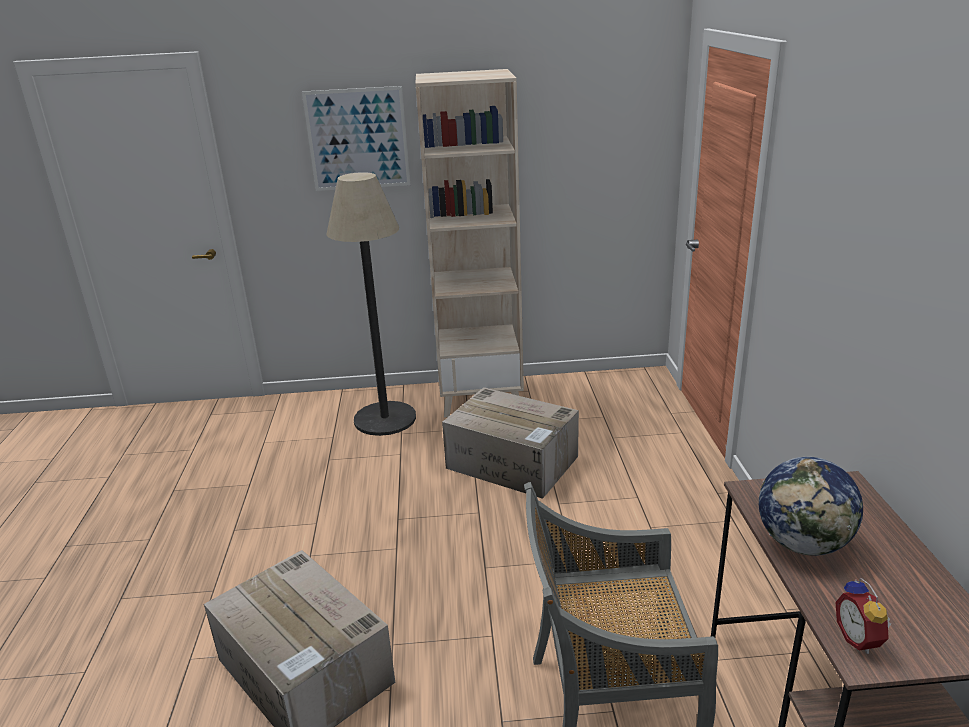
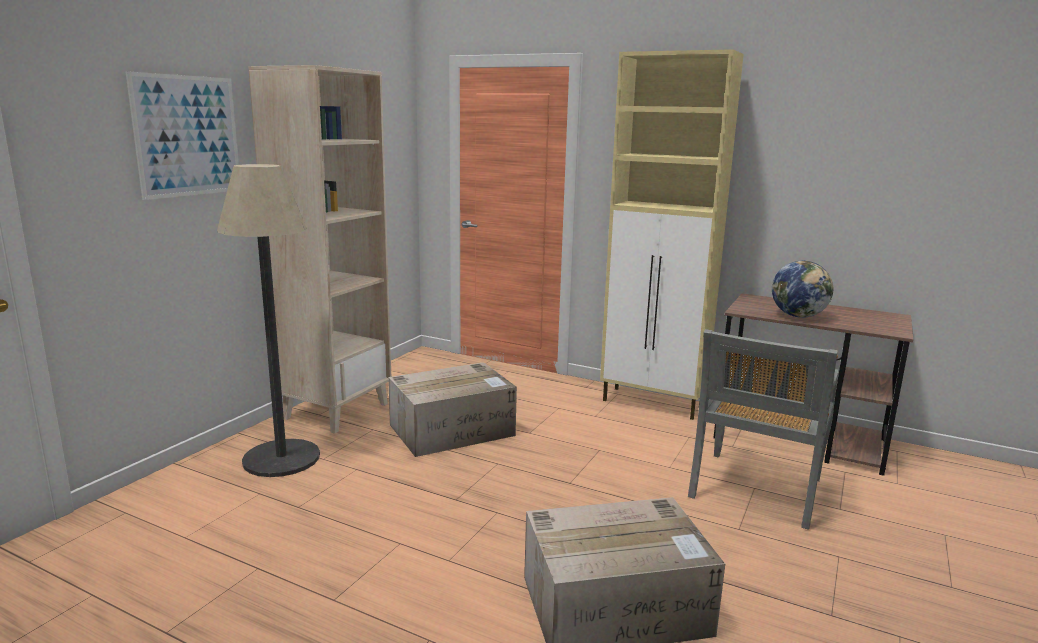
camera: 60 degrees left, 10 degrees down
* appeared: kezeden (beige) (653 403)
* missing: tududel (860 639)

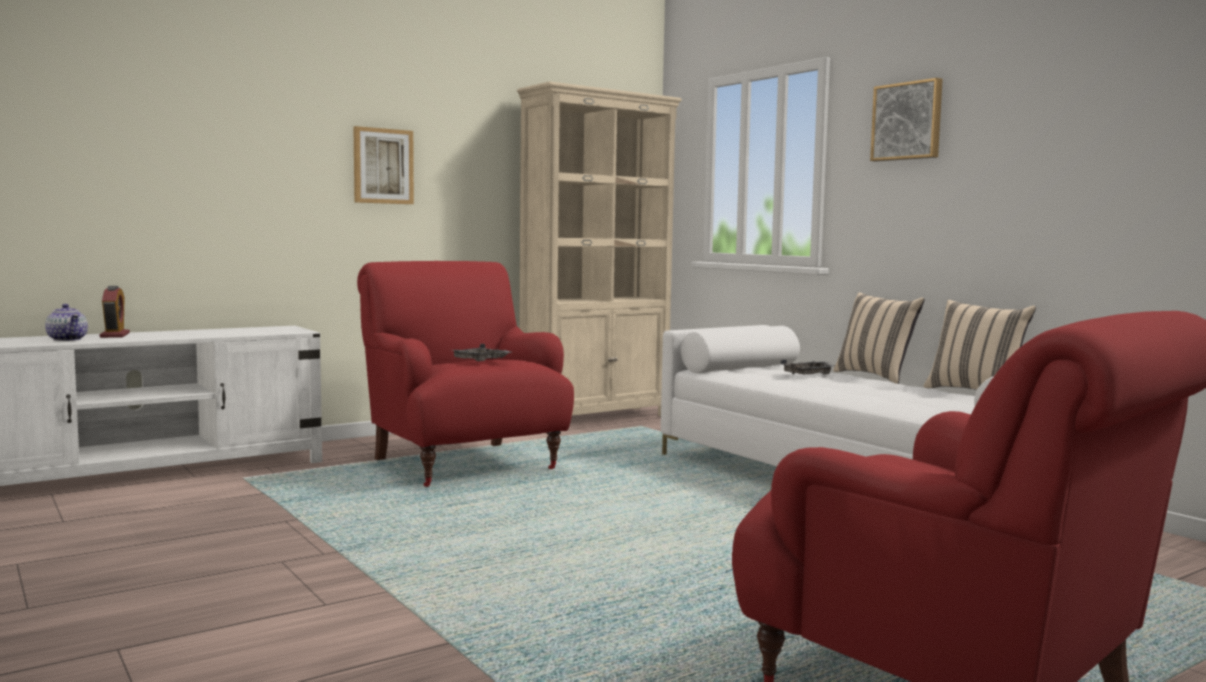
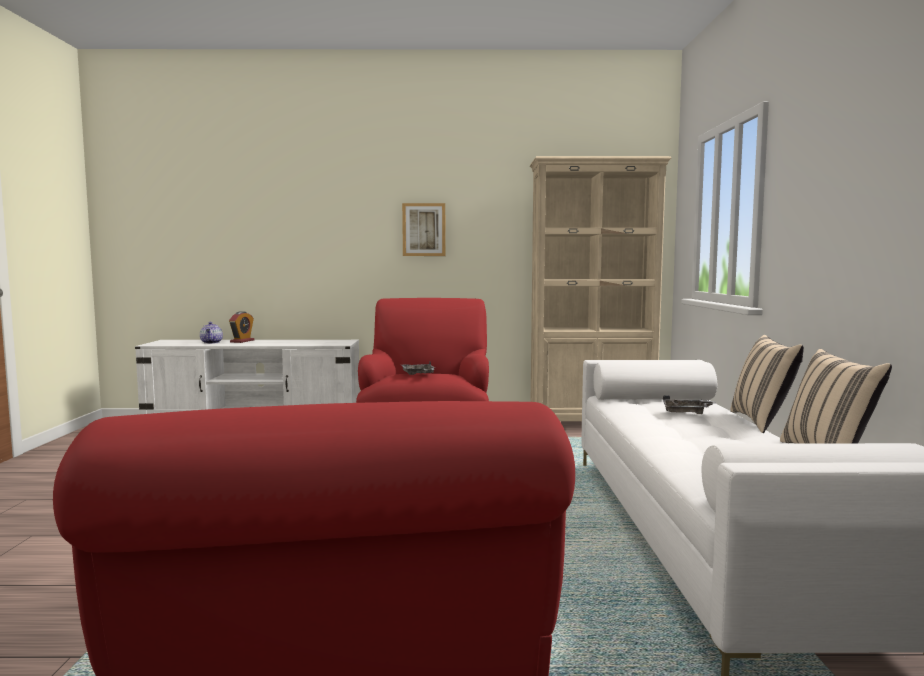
camera: 35 degrees right, 0 degrees up
* missing: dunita (908 121)

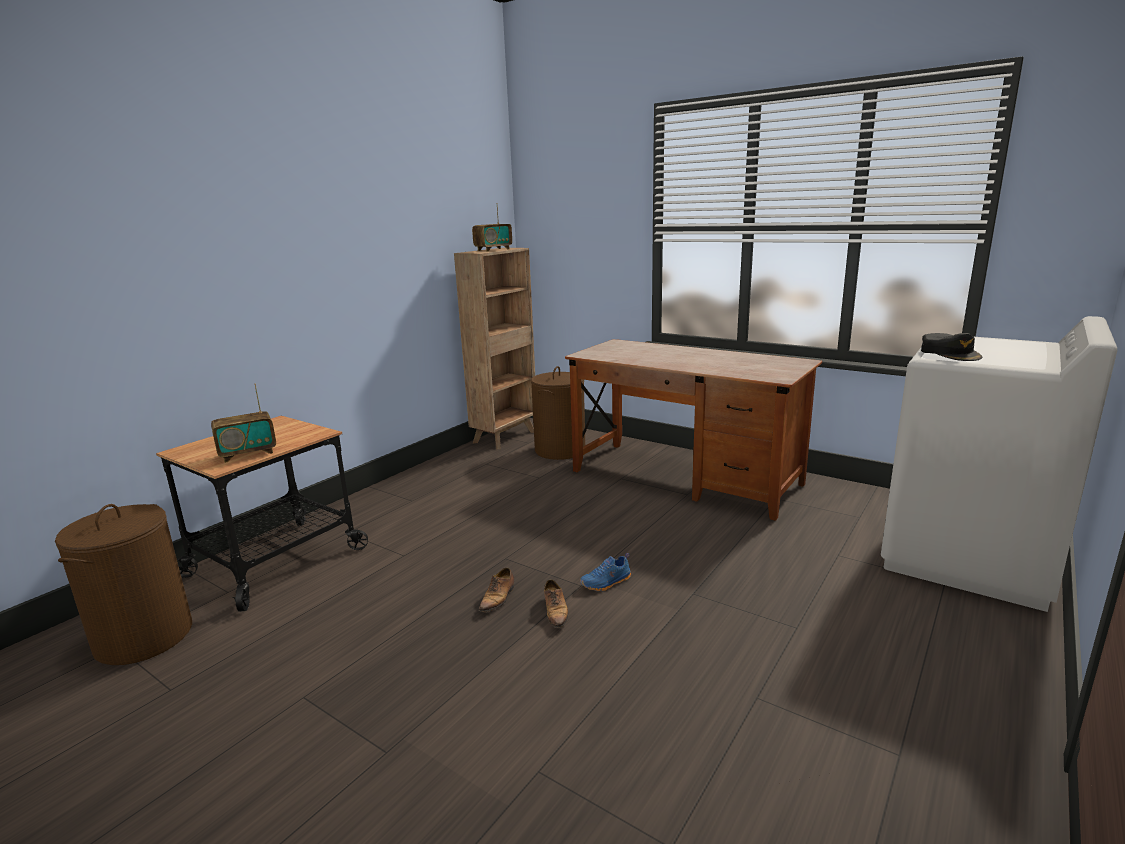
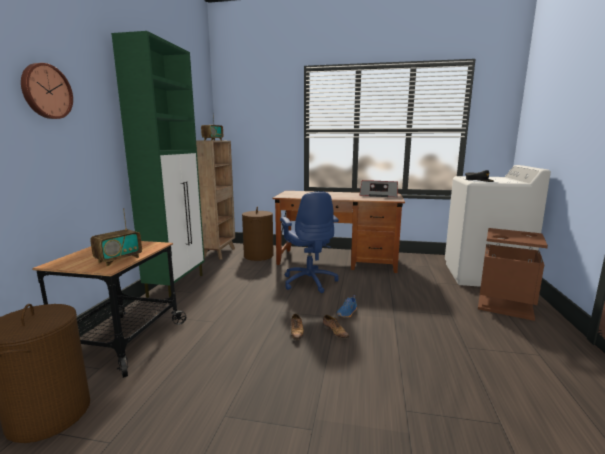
camera: 25 degrees left, 5 degrees down
* appeared: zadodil (46 91)
* appeared: kezeden (green) (177 285)
* appeared: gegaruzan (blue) (309 281)
* appeared: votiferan (379 195)
* appeared: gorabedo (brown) (505 304)

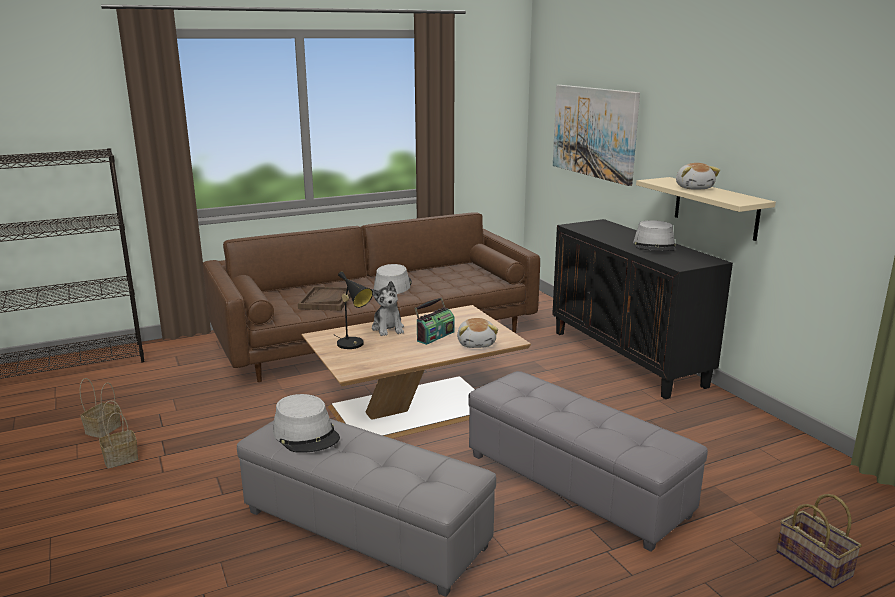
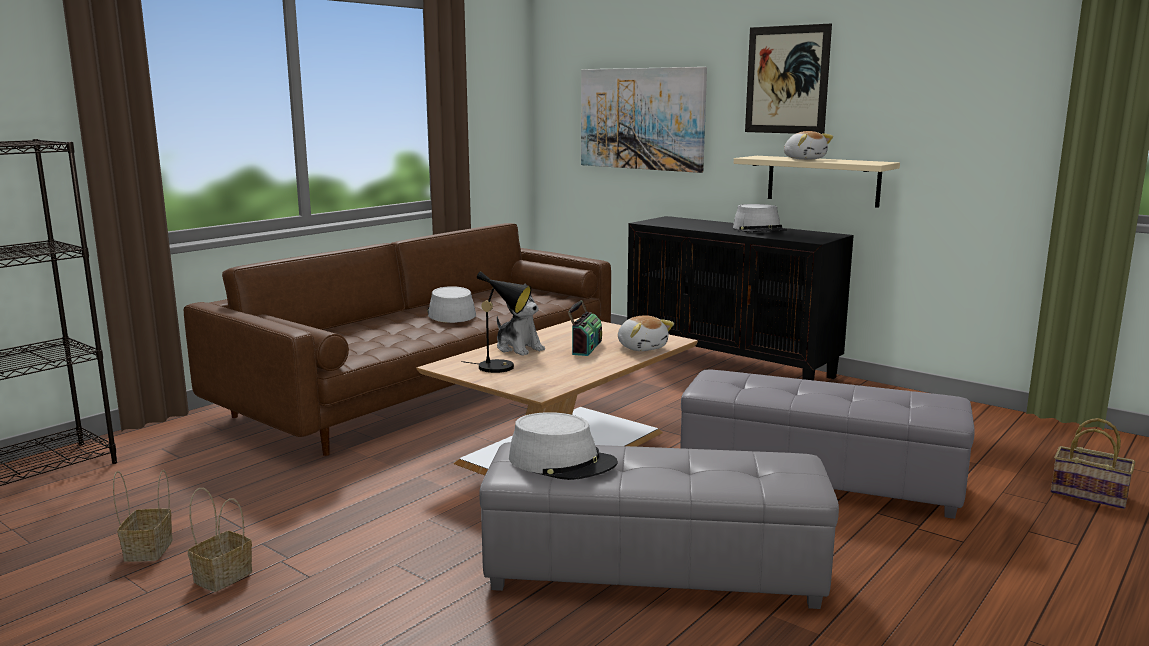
camera: 25 degrees left, 5 degrees down
* appeared: dunita (787 80)
* missing: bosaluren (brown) (326 300)

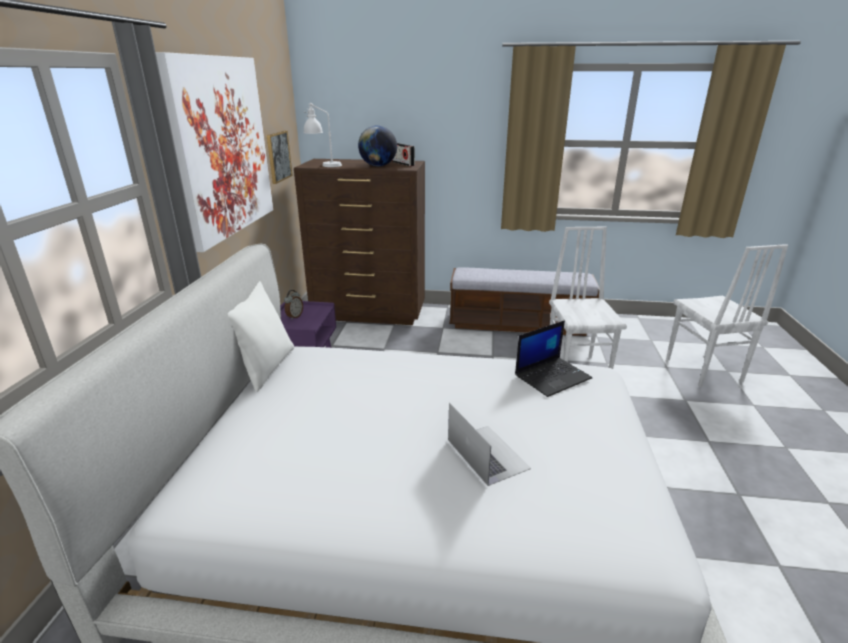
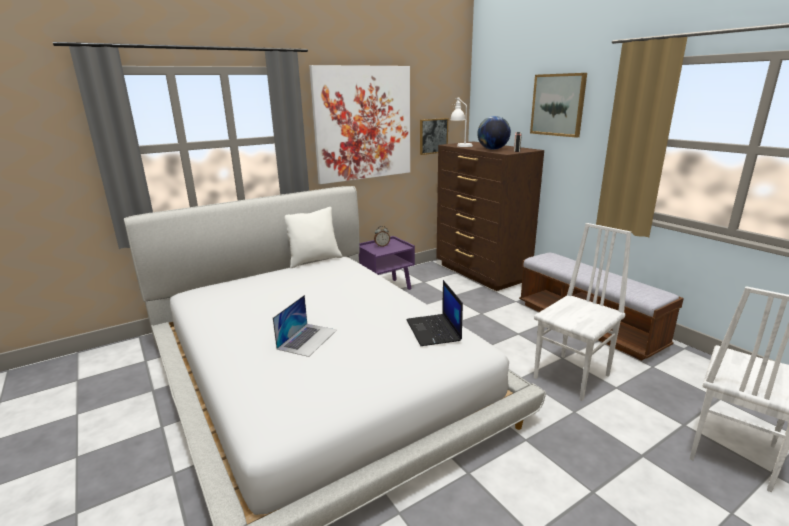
camera: 50 degrees right, 5 degrees down
* spun: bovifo (552 376) = (434 330) 60 degrees clockwise
* appeared: dunita (558 105)

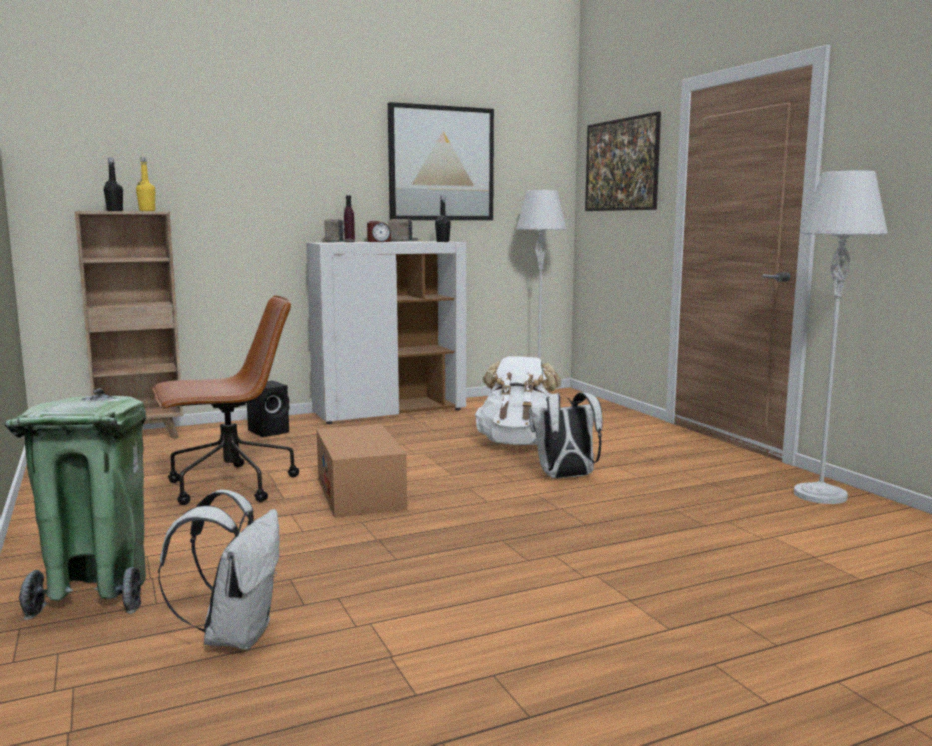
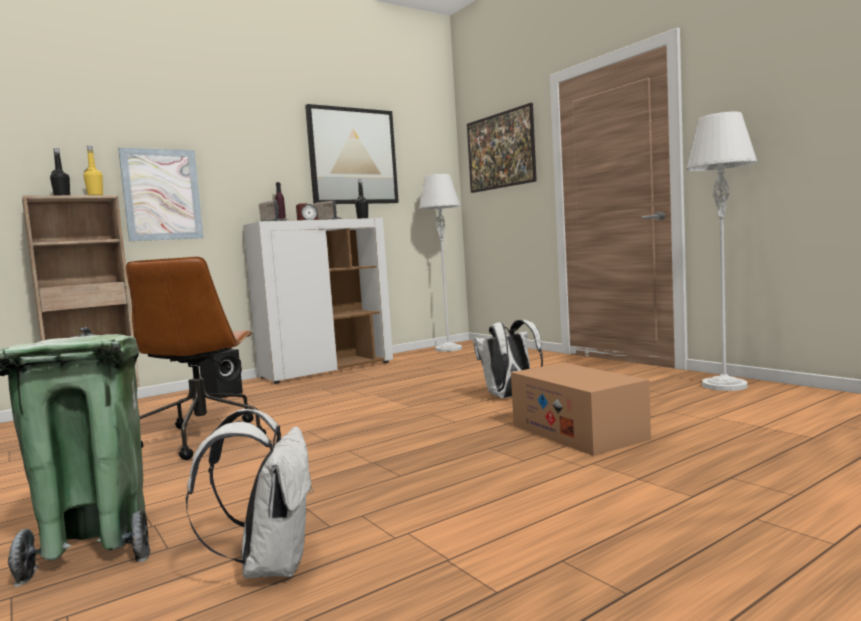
camera: 10 degrees left, 5 degrees down
* appeared: dunita (162 194)
* spun: gegaruzan (brown) (229 486) = (203 438) 120 degrees clockwise
* relocated: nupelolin (360 493) to (578 432)
* missing: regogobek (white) (518 443)

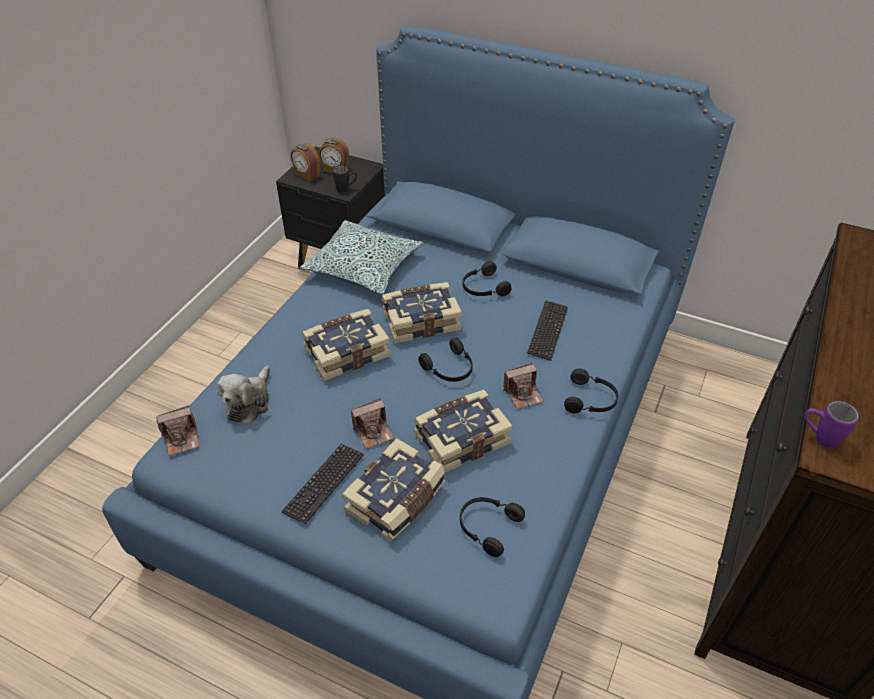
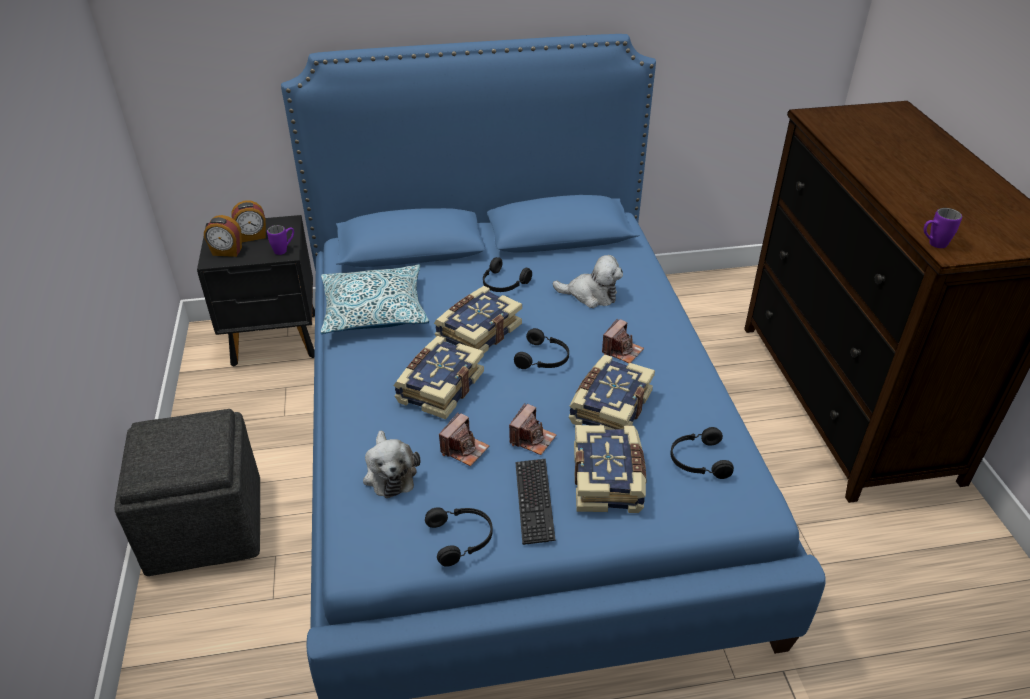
camera: 35 degrees left, 5 degrees down
* appeared: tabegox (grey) (206 523)
* colour: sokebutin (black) (346 189) to sokebutin (purple) (284 250)
* relocated: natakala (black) (591 400) to (461 538)
* relocated: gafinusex (182 439) to (464 449)
* exchanged: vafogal (547 331) to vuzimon (591 295)

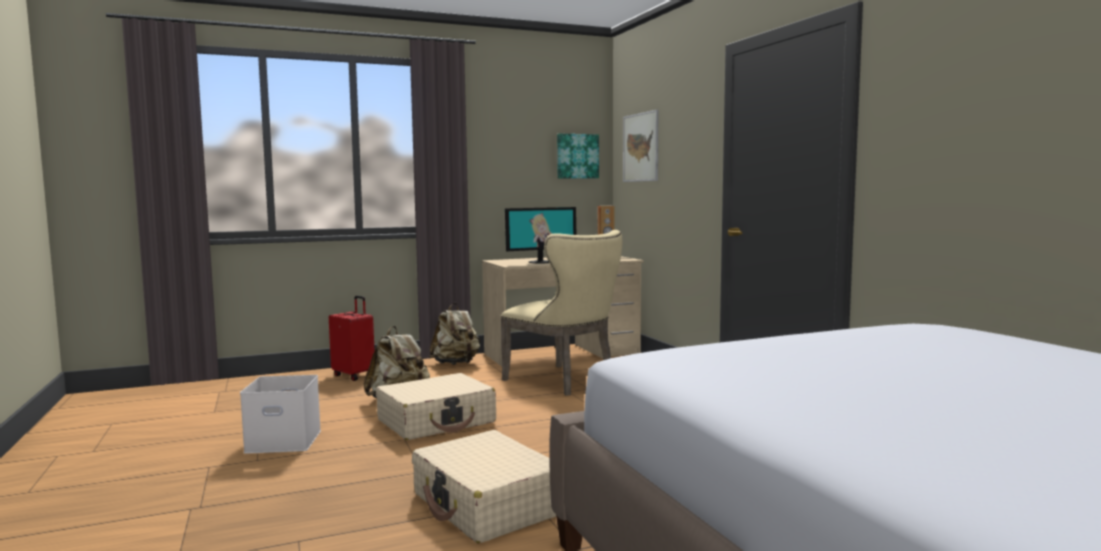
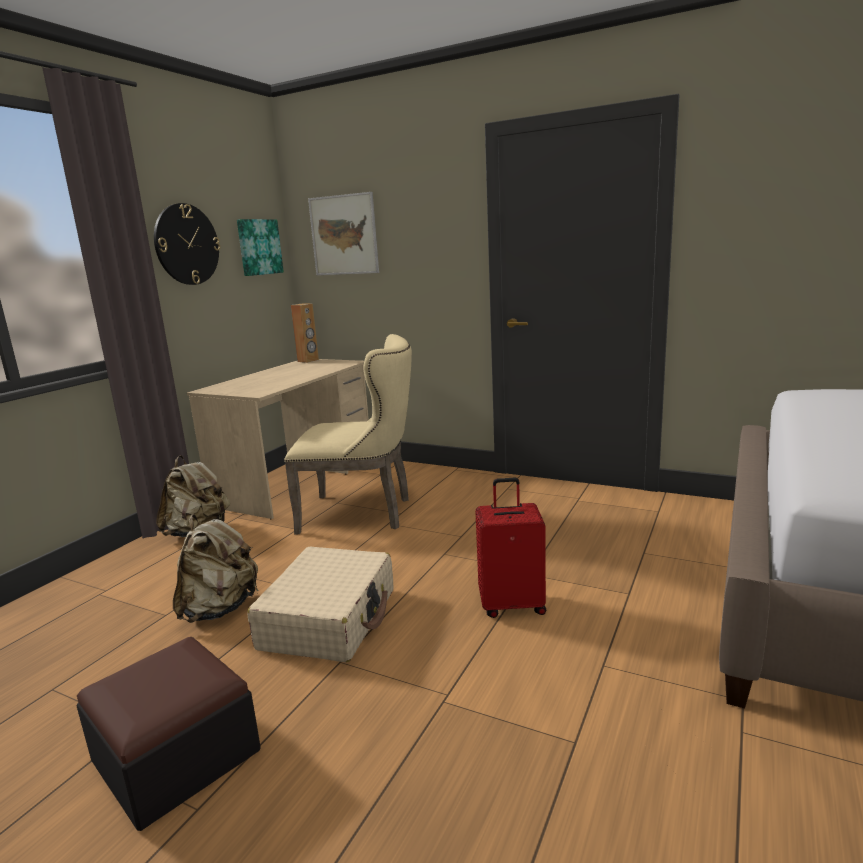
camera: 40 degrees left, 10 degrees up
* exchanged: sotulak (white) (282 442) to tabegox (176 756)
* appeared: zadodil (186 244)
* relocated: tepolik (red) (354 375) to (512 604)
* missing: tepolik (beige) (487 504)
* missing: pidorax (541 262)

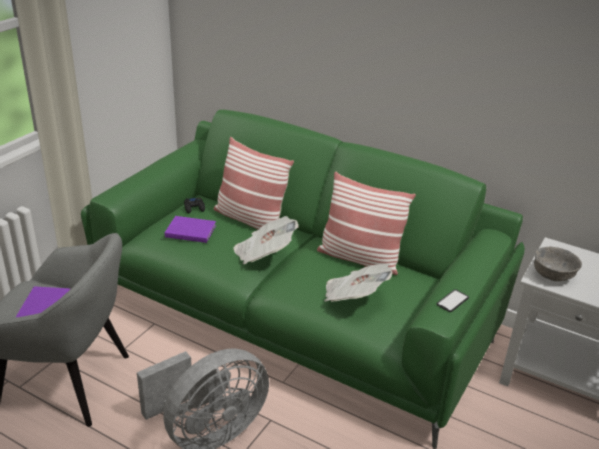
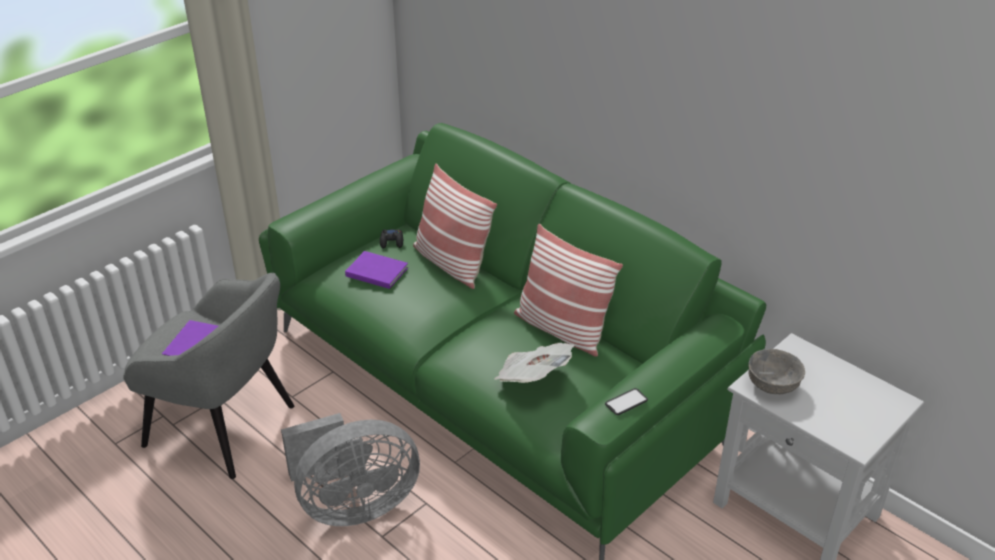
camera: 15 degrees right, 5 degrees up
* missing: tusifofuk (264 253)

